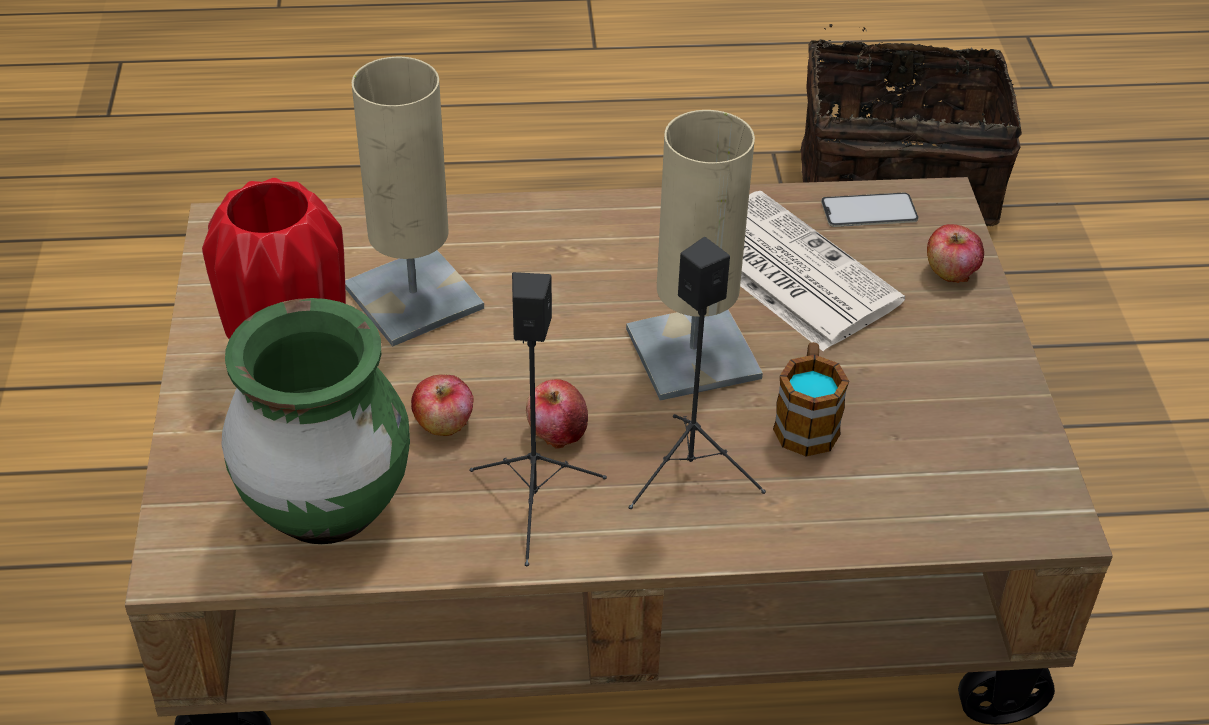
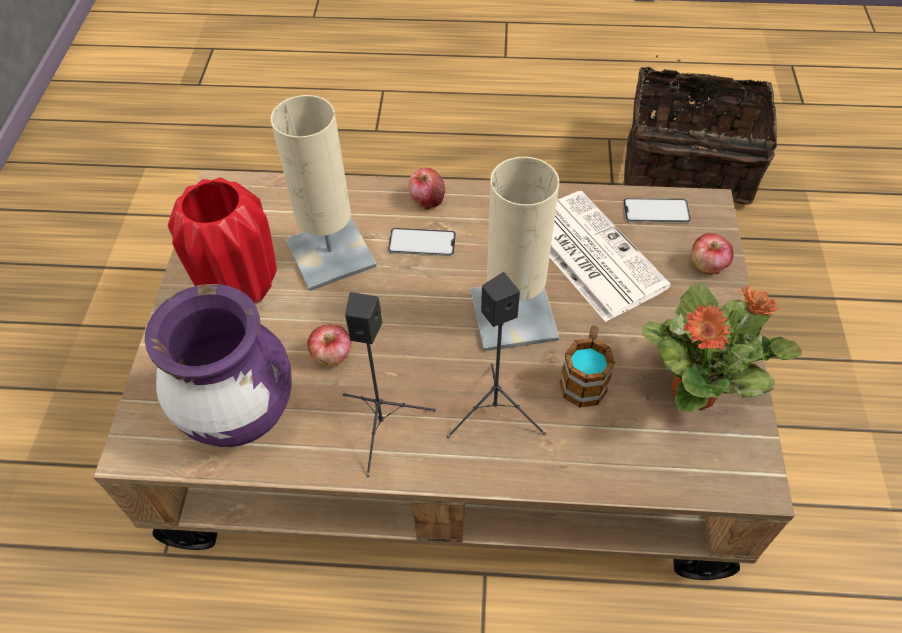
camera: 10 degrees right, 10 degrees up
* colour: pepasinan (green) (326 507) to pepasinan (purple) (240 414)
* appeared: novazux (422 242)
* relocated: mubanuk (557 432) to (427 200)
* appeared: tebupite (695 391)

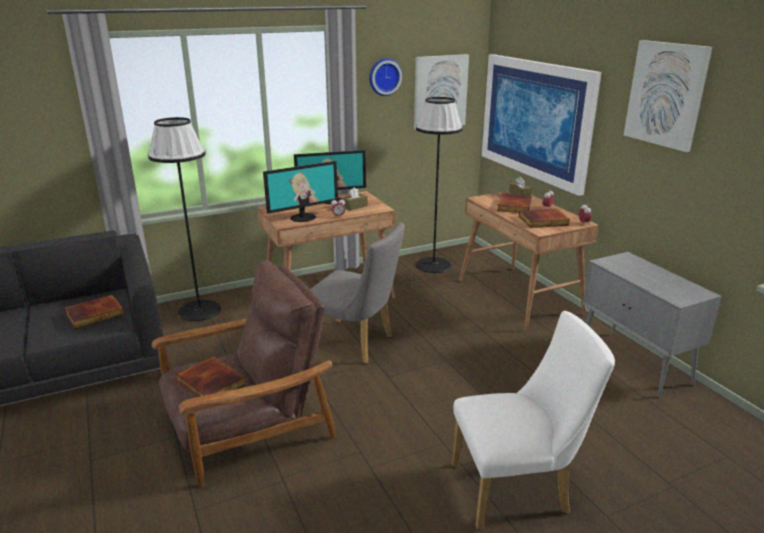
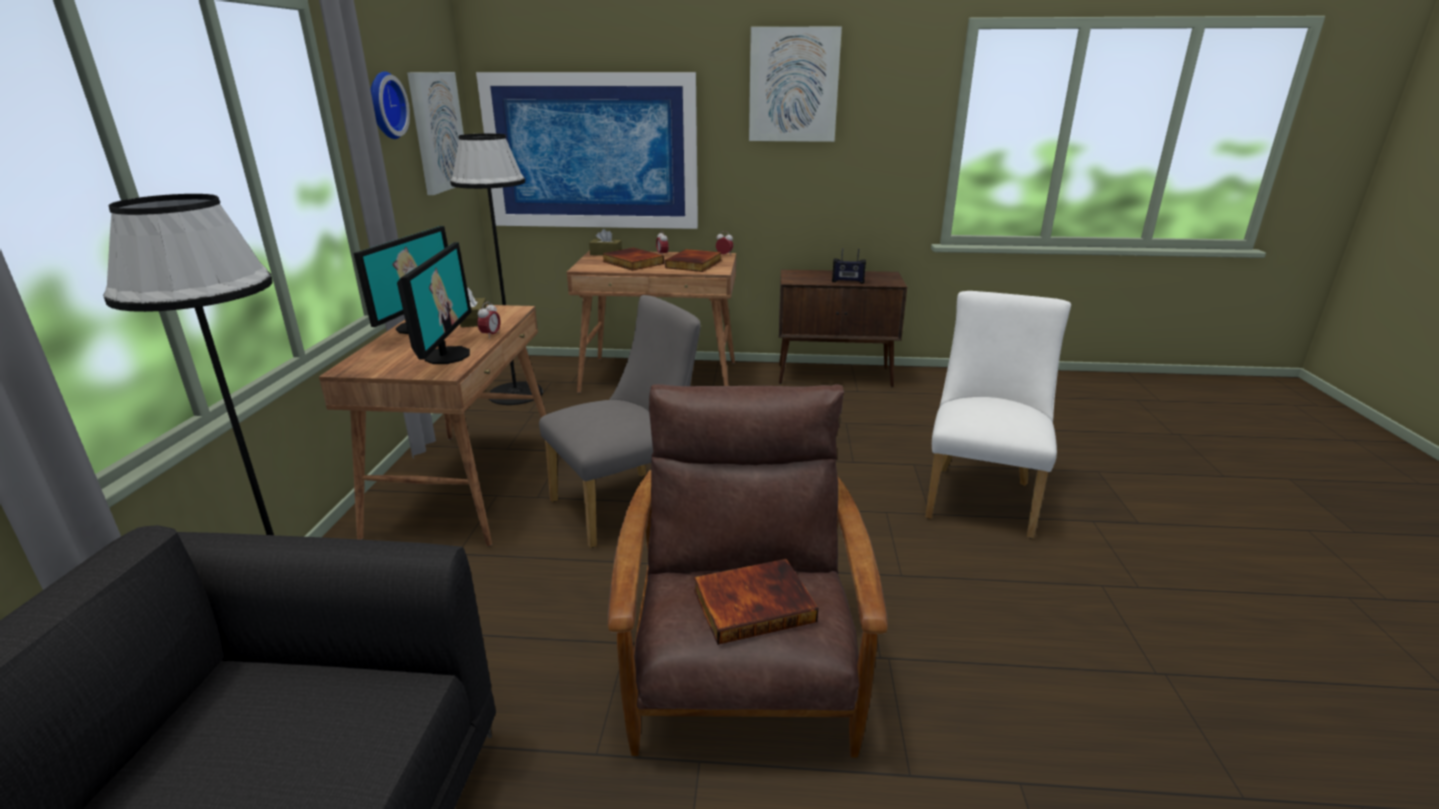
camera: 60 degrees left, 0 degrees up
* colour: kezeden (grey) (634 363) to kezeden (brown) (835 376)
* appeared: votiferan (848 281)
* missing: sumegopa (95 314)

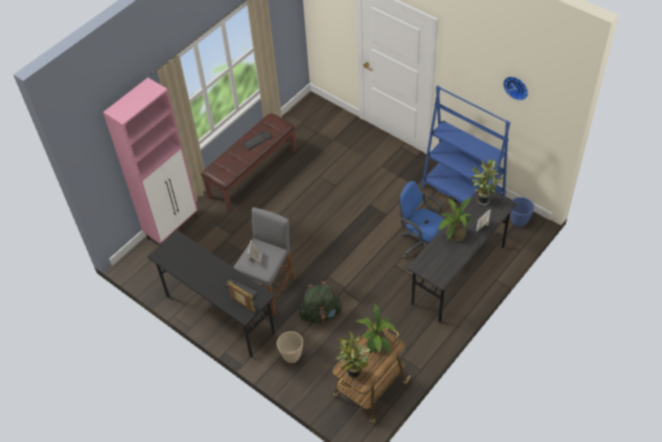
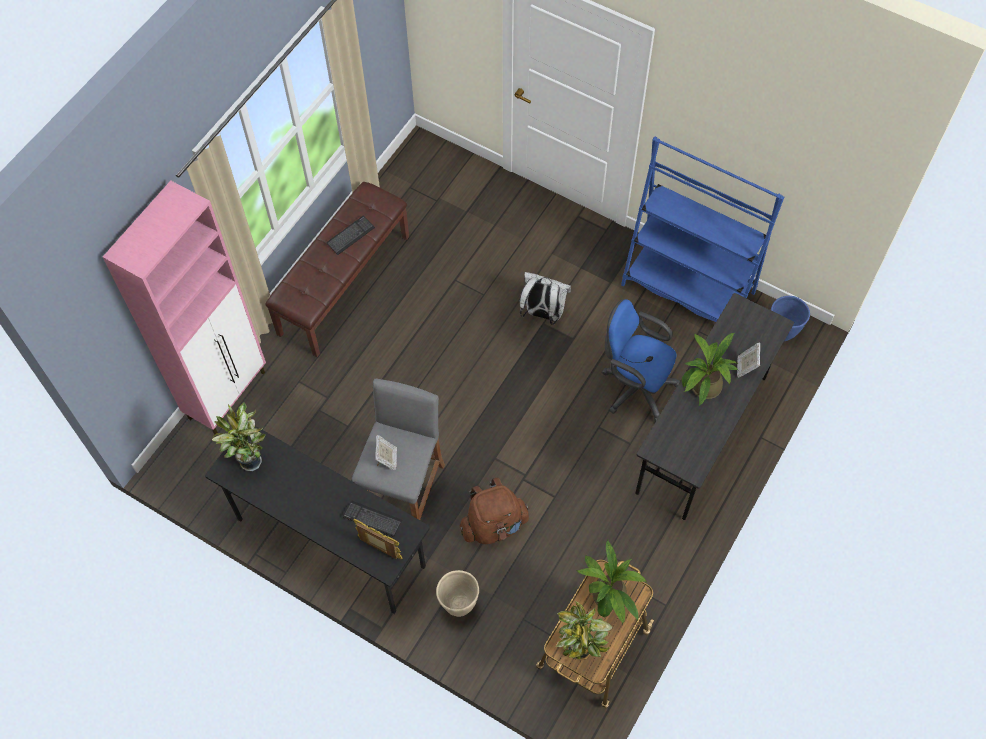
camera: 10 degrees left, 10 degrees up
* relocated: tebupite (482 199) to (249 459)
* colour: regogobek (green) (320 314) to regogobek (brown) (494 525)
* appeared: regogobek (white) (542 313)
* missing: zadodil (516 87)

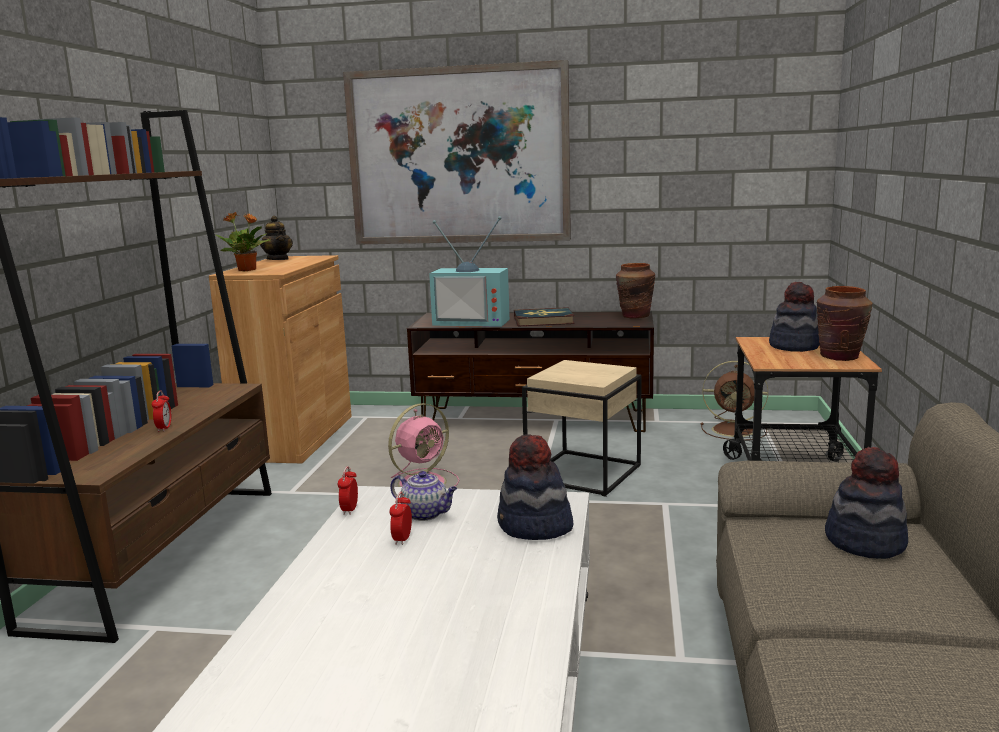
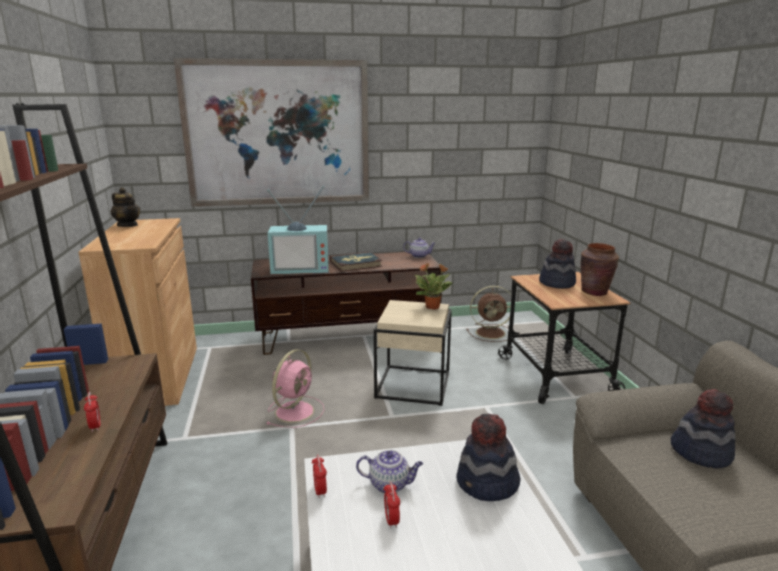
camera: 20 degrees left, 5 degrees up
* exchanged: pepasinan (brown) (635 316) to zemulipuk (419 256)
* relocated: tebupite (247 270) to (433 307)

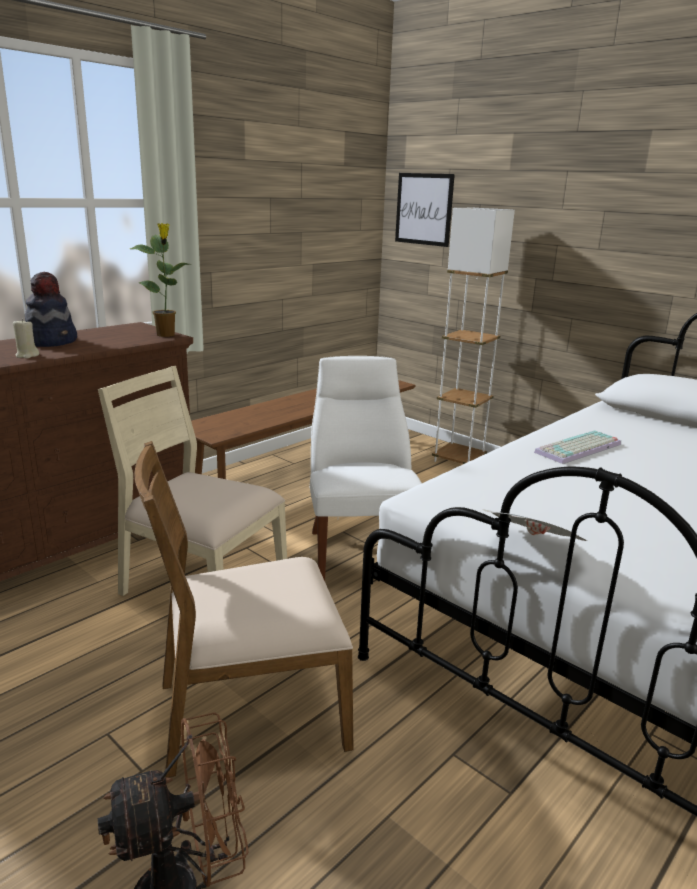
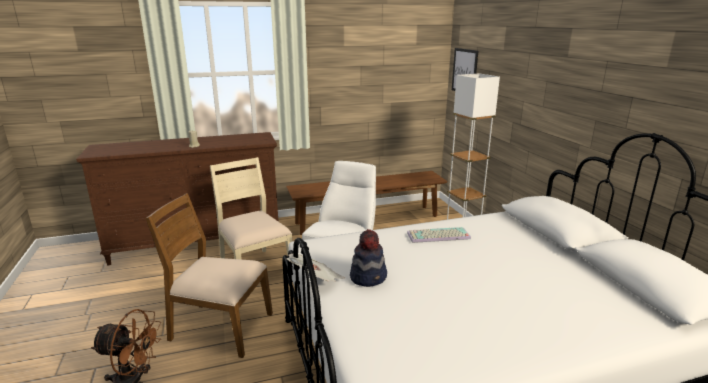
camera: 30 degrees right, 0 degrees up
* relocated: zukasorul (52 341) to (368 277)
* missing: tebupite (166 335)

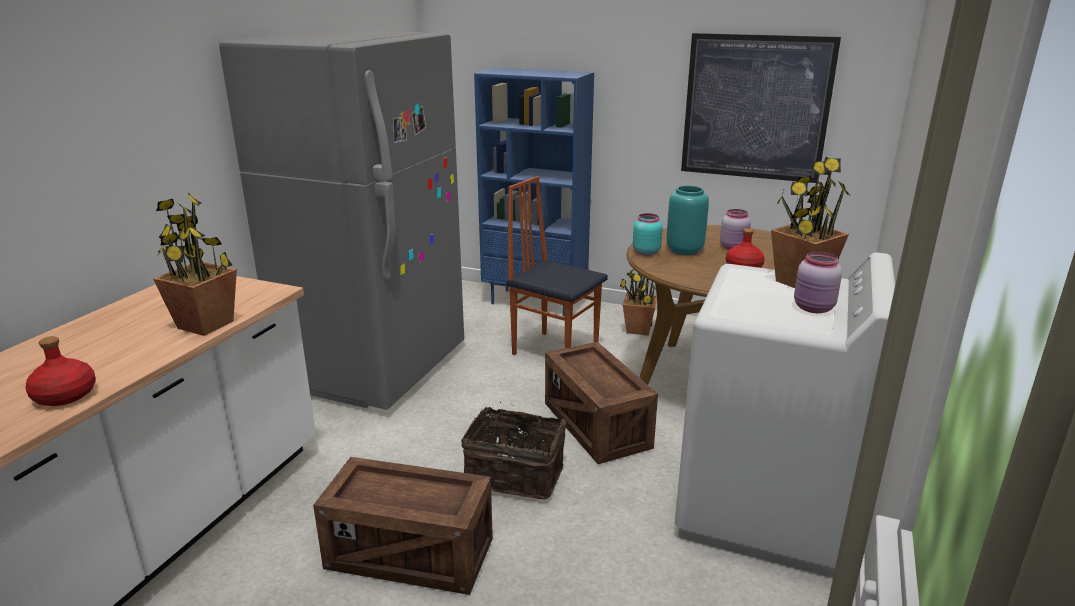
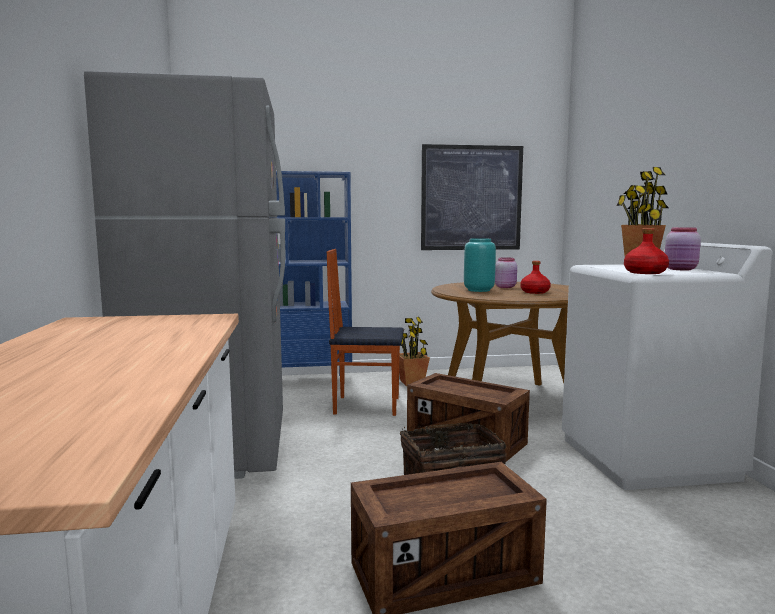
camera: 30 degrees left, 15 degrees down
* relocated: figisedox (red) (65 395) to (644 272)
* missing: tebupite (206 325)
* missing: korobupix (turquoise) (645 252)

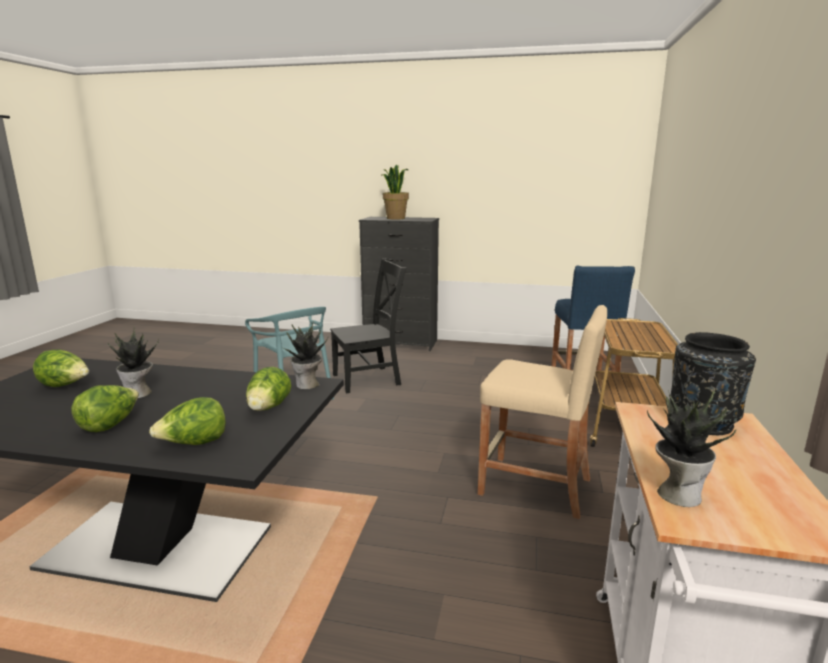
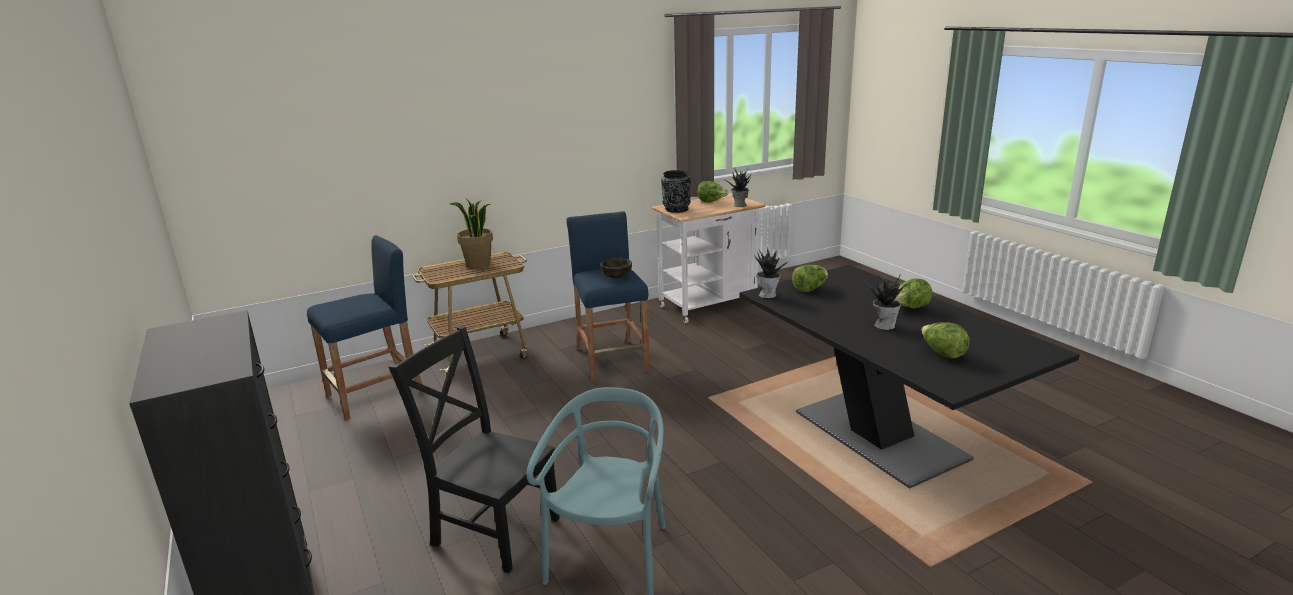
camera: 130 degrees left, 5 degrees up
* relocated: tebupite (395 218) to (478 264)
* colour: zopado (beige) (535 486) to zopado (blue) (612 359)
* appeared: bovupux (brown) (617 276)
* relocated: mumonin (194 444) to (711 202)

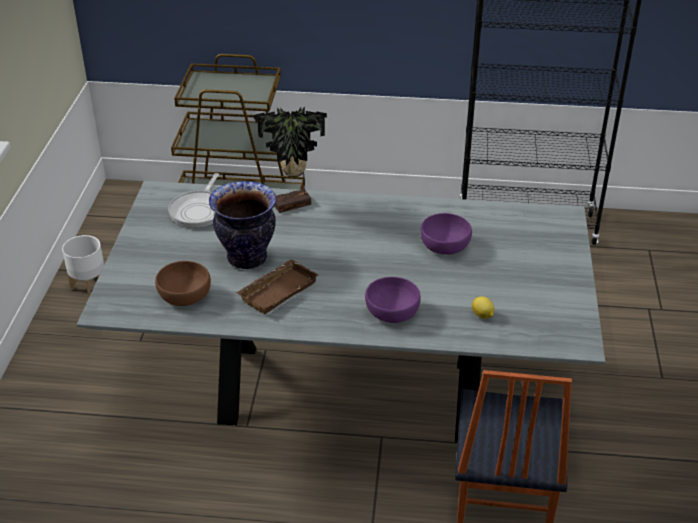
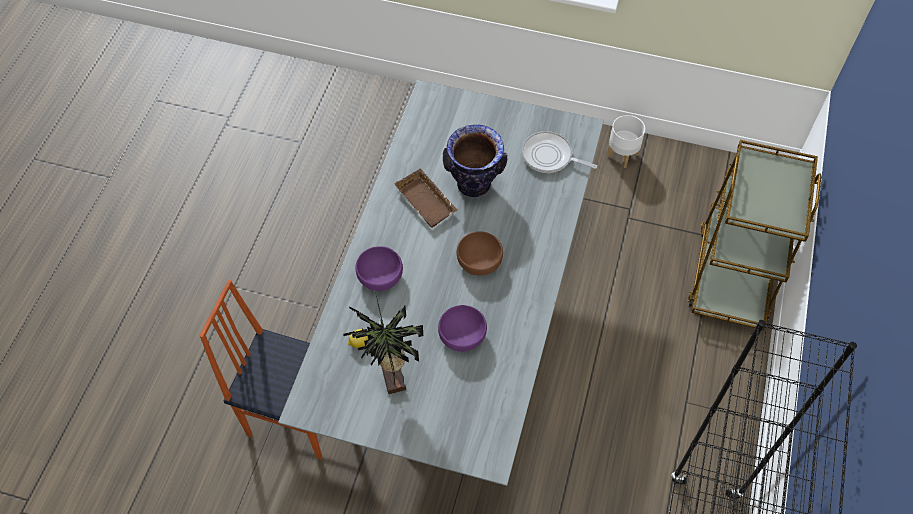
camera: 100 degrees right, 20 degrees up
* relocated: tebupite (293 205) to (391 378)
* relocated: bovupux (brown) (184 296) to (478 261)

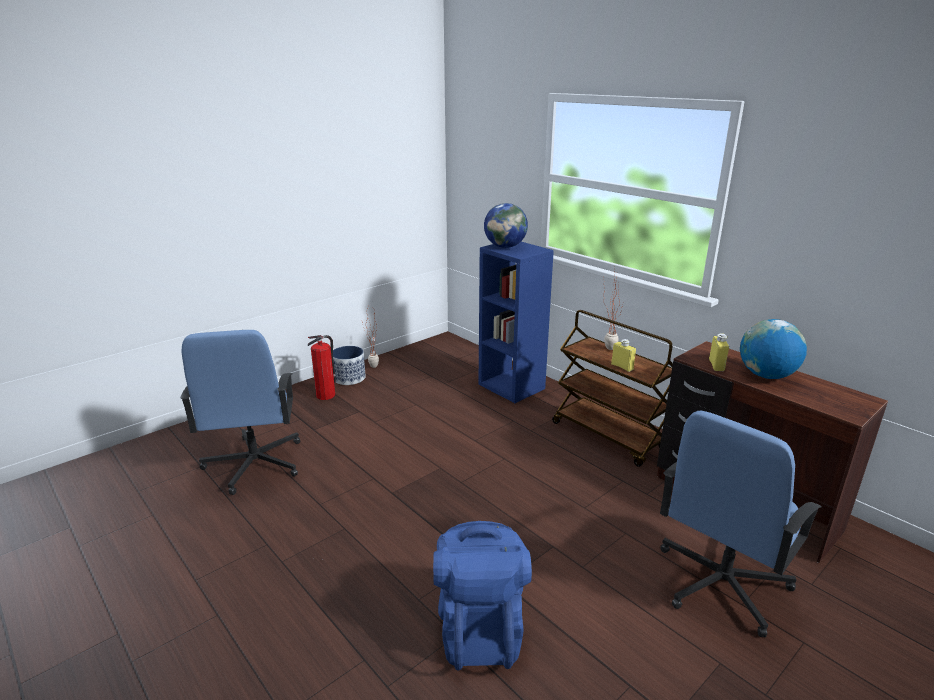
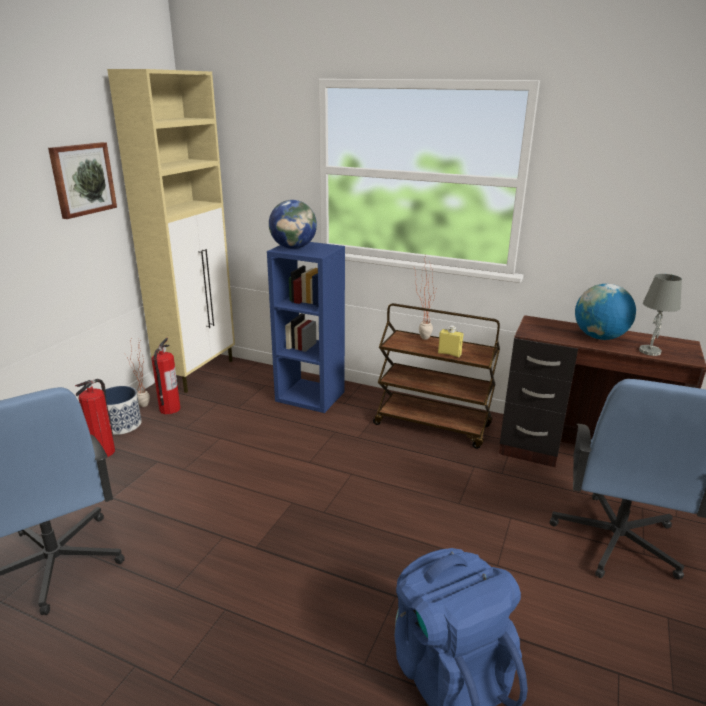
camera: 25 degrees left, 0 degrees up
* appeared: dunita (82 179)
* appeared: kezeden (beige) (198 372)
* appeared: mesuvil (169 409)
* appeared: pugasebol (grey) (649 351)
* missing: figisedox (yellow) (716 365)

